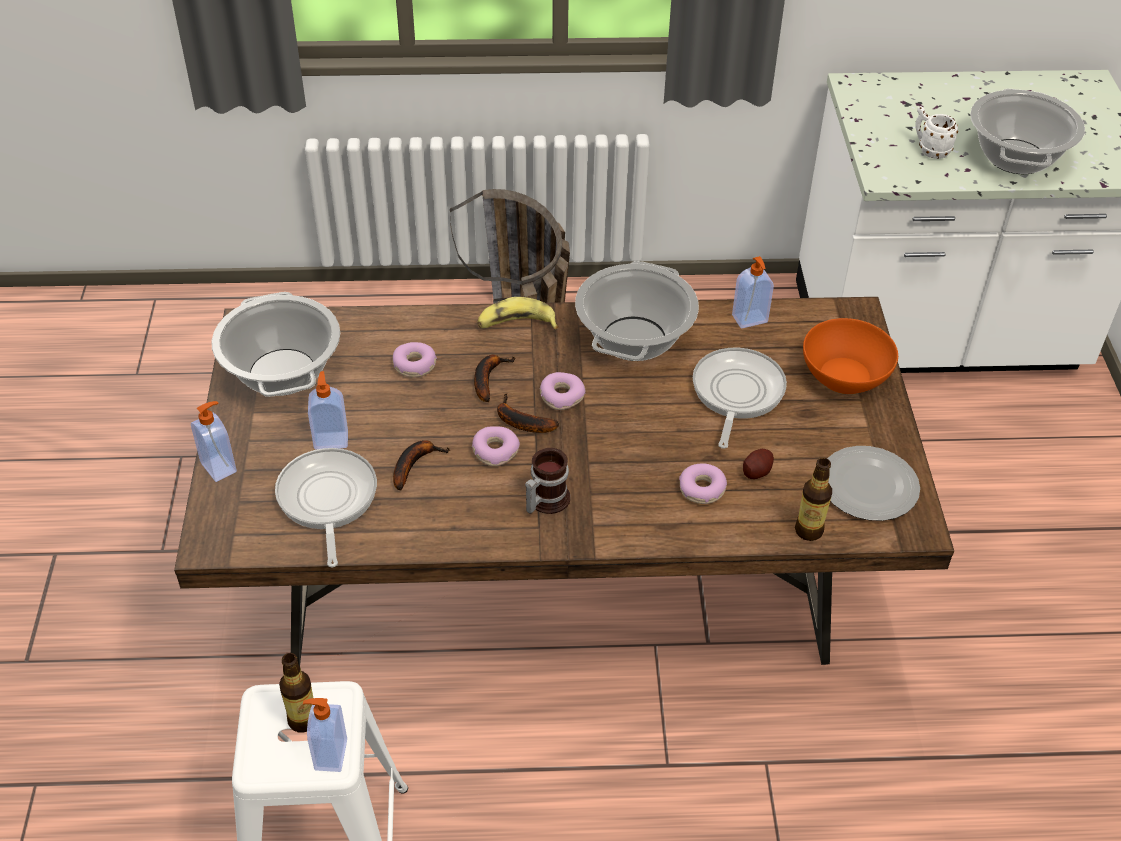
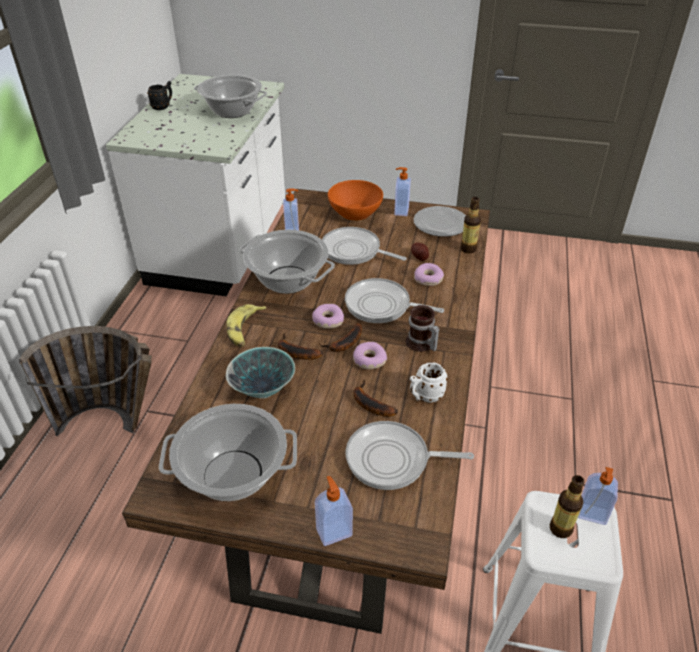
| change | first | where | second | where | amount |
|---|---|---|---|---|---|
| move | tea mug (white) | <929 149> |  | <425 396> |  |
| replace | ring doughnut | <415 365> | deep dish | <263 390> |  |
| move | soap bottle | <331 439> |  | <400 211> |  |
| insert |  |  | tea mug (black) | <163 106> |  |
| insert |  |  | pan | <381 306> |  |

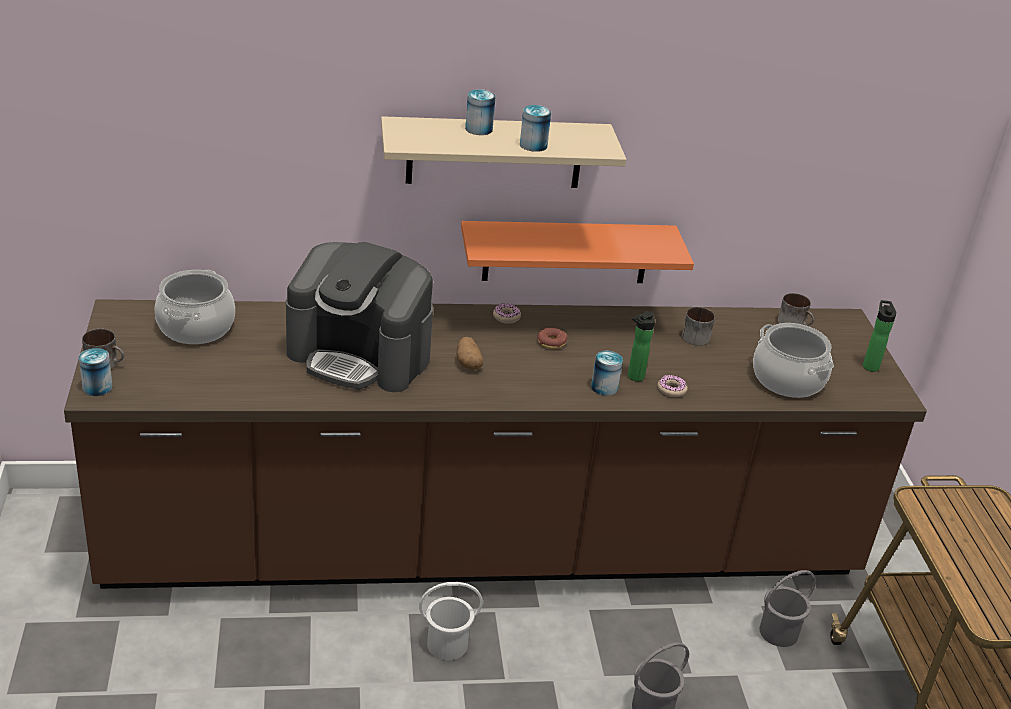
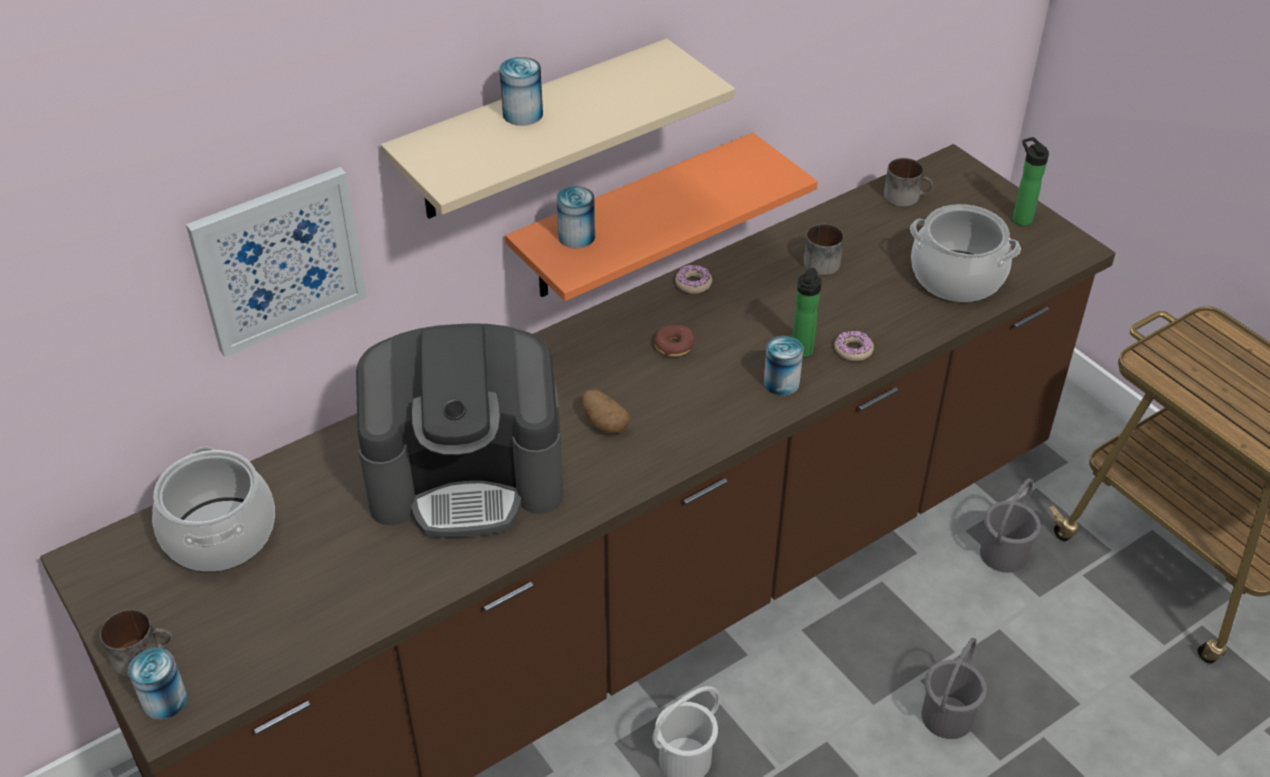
| change | first | where | second | where | amount |
|---|---|---|---|---|---|
| move | can | <533 145> |  | <576 236> |  |
| move | ring doughnut | <506 317> |  | <693 284> |  |
| insert |  |  | wall art | <279 260> |  |

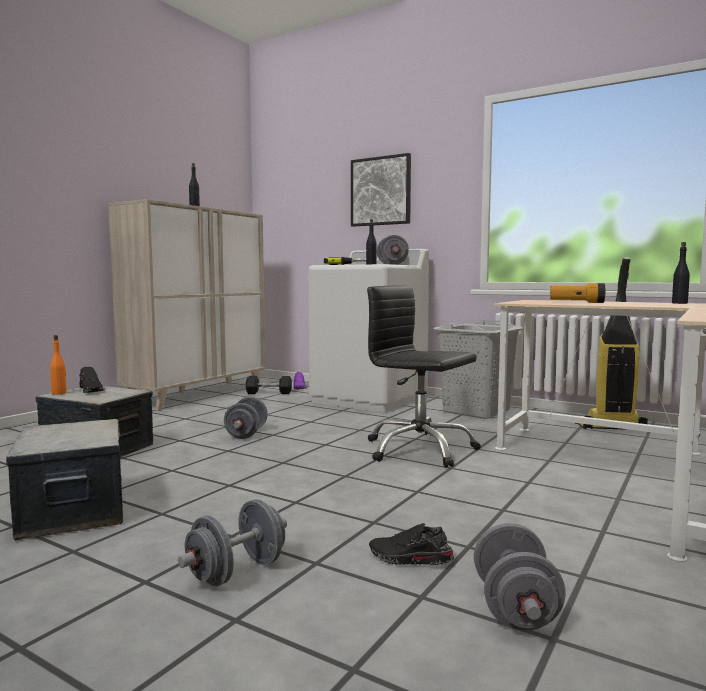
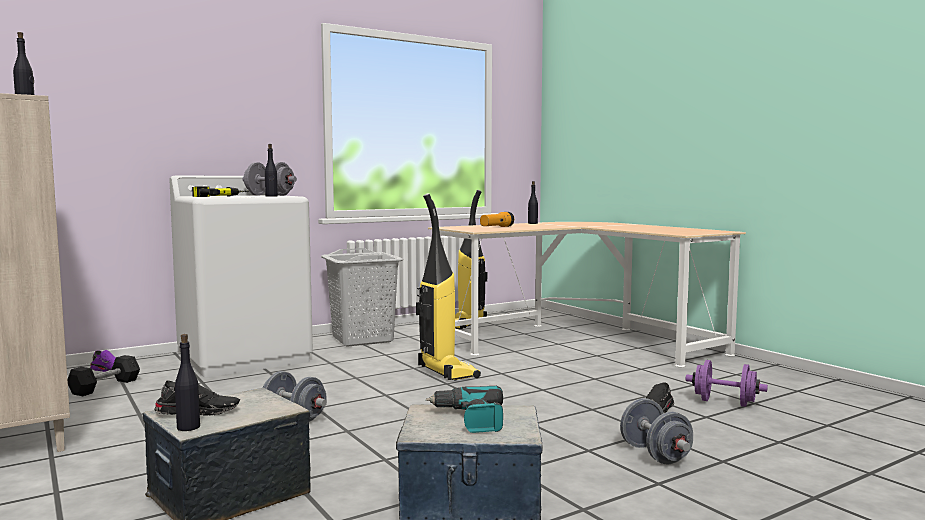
| change | first | where | second | where | amount |
|---|---|---|---|---|---|
| delete | wall art | <381 191> |  |  |  |
| replace | desk chair (black) | <419 449> | hoover | <446 372> |  |
| recolor | bottle (orange) | <59 393> | bottle (black) | <188 427> |  |
| recolor | dumbbell (gray) | <515 608> | dumbbell (purple) | <724 402> |  |
| insert |  |  | drill | <470 419> |  |

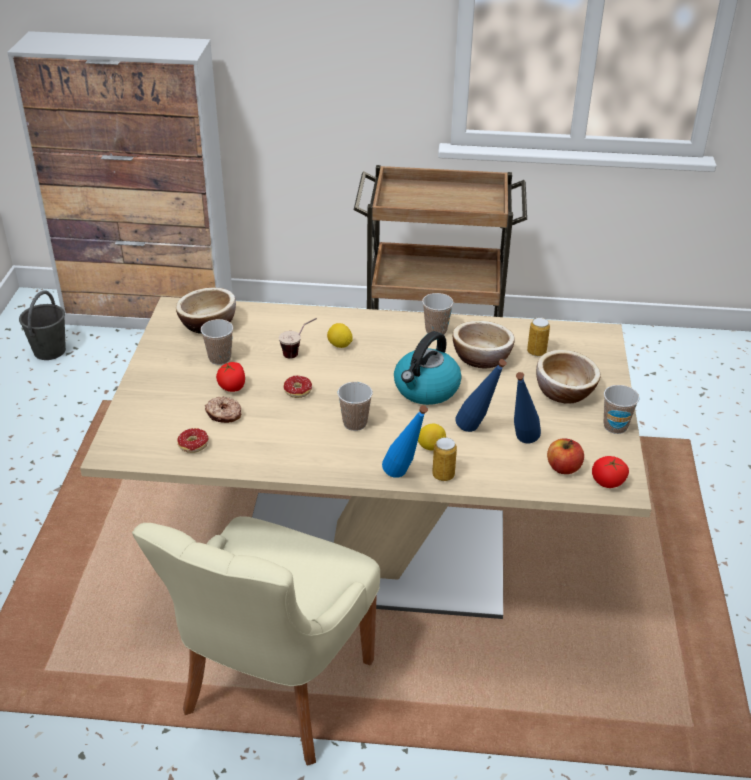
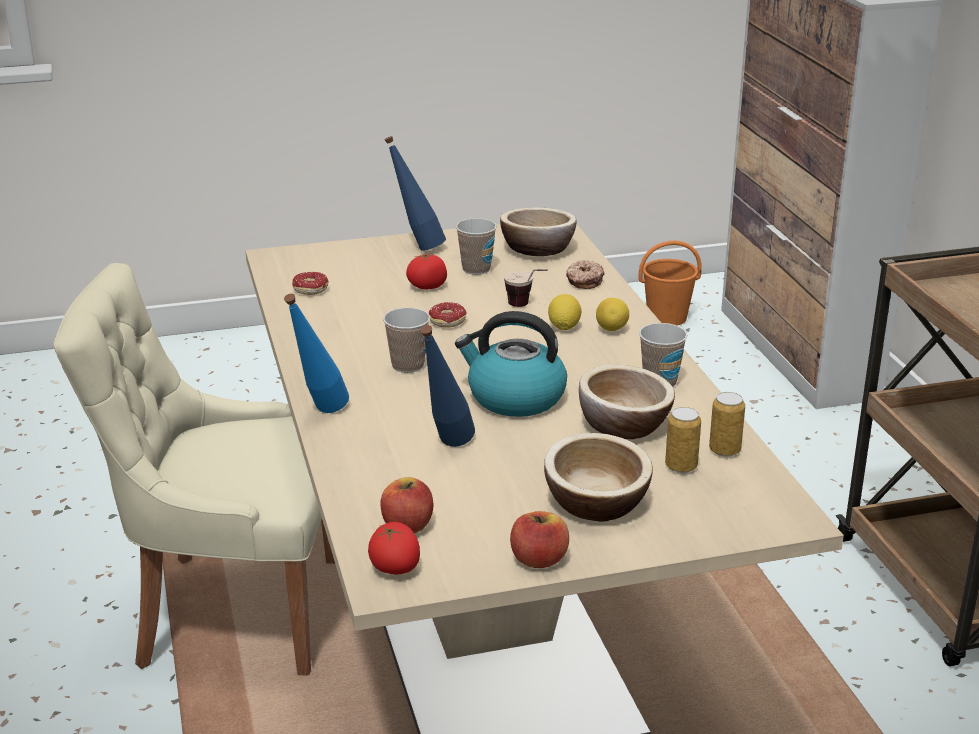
| change | first | where | second | where | amount |
|---|---|---|---|---|---|
| recolor | bucket (gray) | <50 350> | bucket (orange) | <667 318> |  |
| move | bottle (blue) | <521 444> |  | <416 247> |  |
| replace | small cup | <615 426> | apple fruit | <539 559> |  |
| move | ring doughnut | <224 415> |  | <584 281> |  |
| move | whole lemon | <431 447> |  | <612 329> |  |
| move | can | <443 475> |  | <724 450> |  |

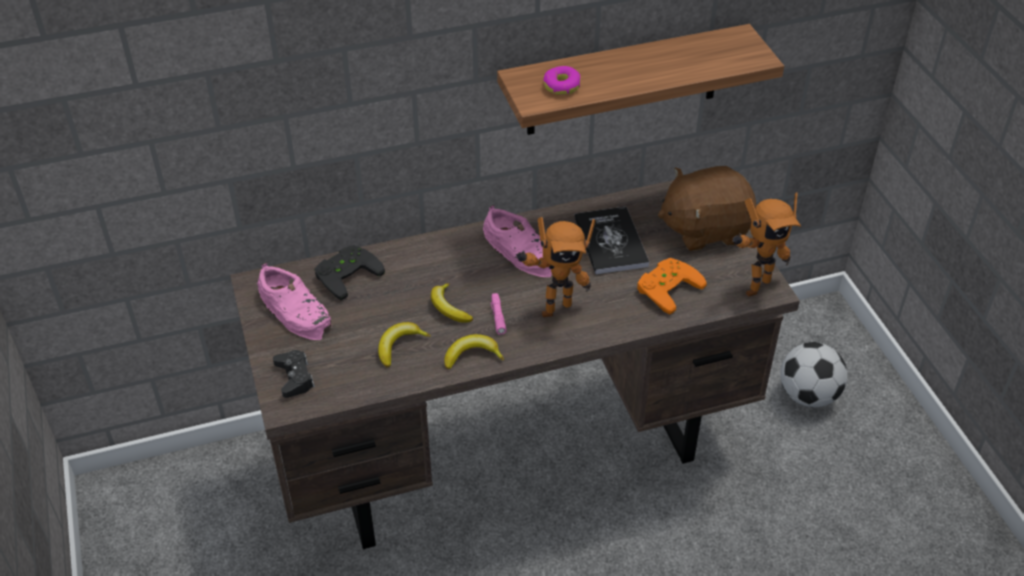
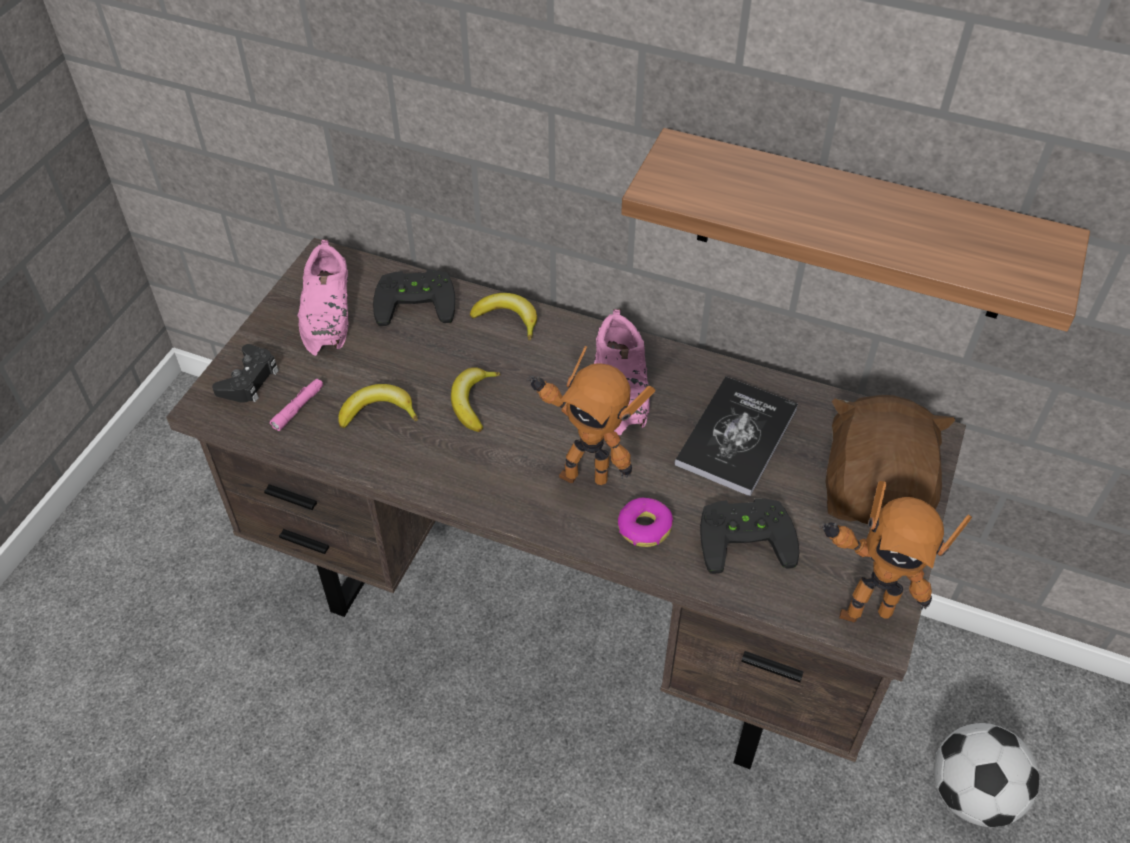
| change | first | where | second | where | amount |
|---|---|---|---|---|---|
| move | ring doughnut | <561 86> |  | <644 527> |  |
| rotate | cuddly toy (brownish) | <705 229> |  | <875 493> | 75 degrees clockwise |
| recolor | joypad (orange) | <666 286> | joypad (black) | <745 535> |  |
| move | hand torch (pink-coloured) | <497 316> |  | <298 408> |  |
| move | whole banana | <472 356> |  | <507 319> |  |

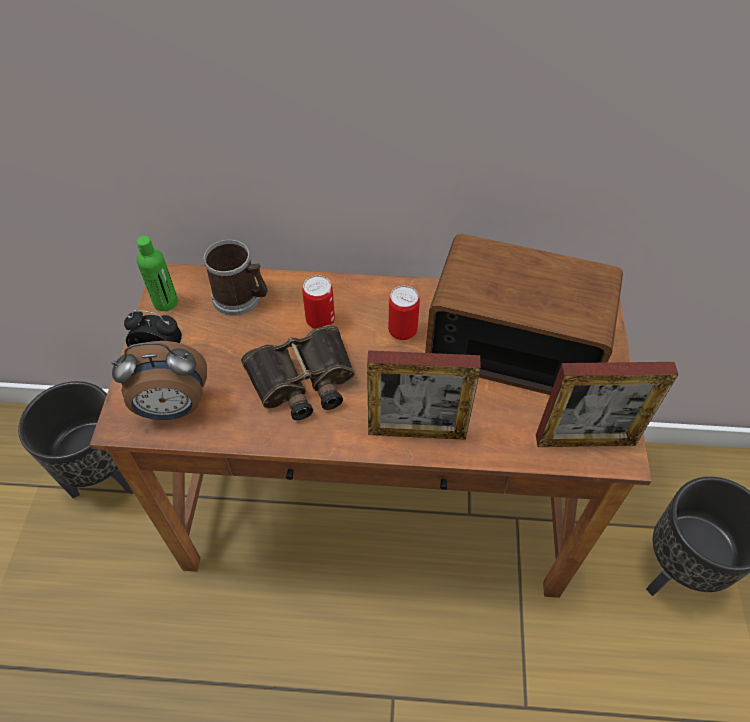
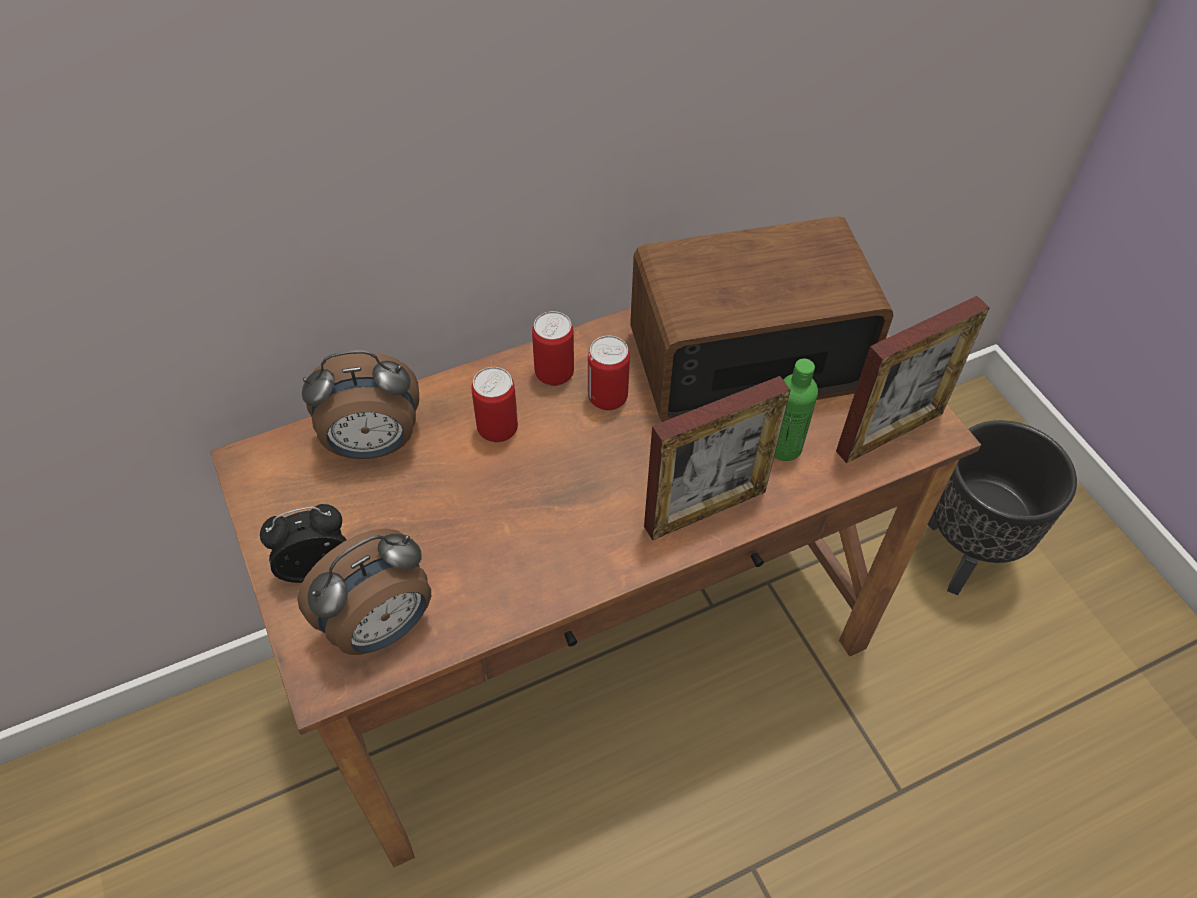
| change | first | where | second | where | amount |
|---|---|---|---|---|---|
| move | bottle (green) | <166 302> |  | <784 447> |  |
| replace | tea mug | <241 298> | bedside clock | <373 445> |  |
| delete | binoculars | <303 381> |  |  |  |
| delete | plant pot (black) | <105 476> |  |  |  |
| insert |  |  | can | <554 373> |  |

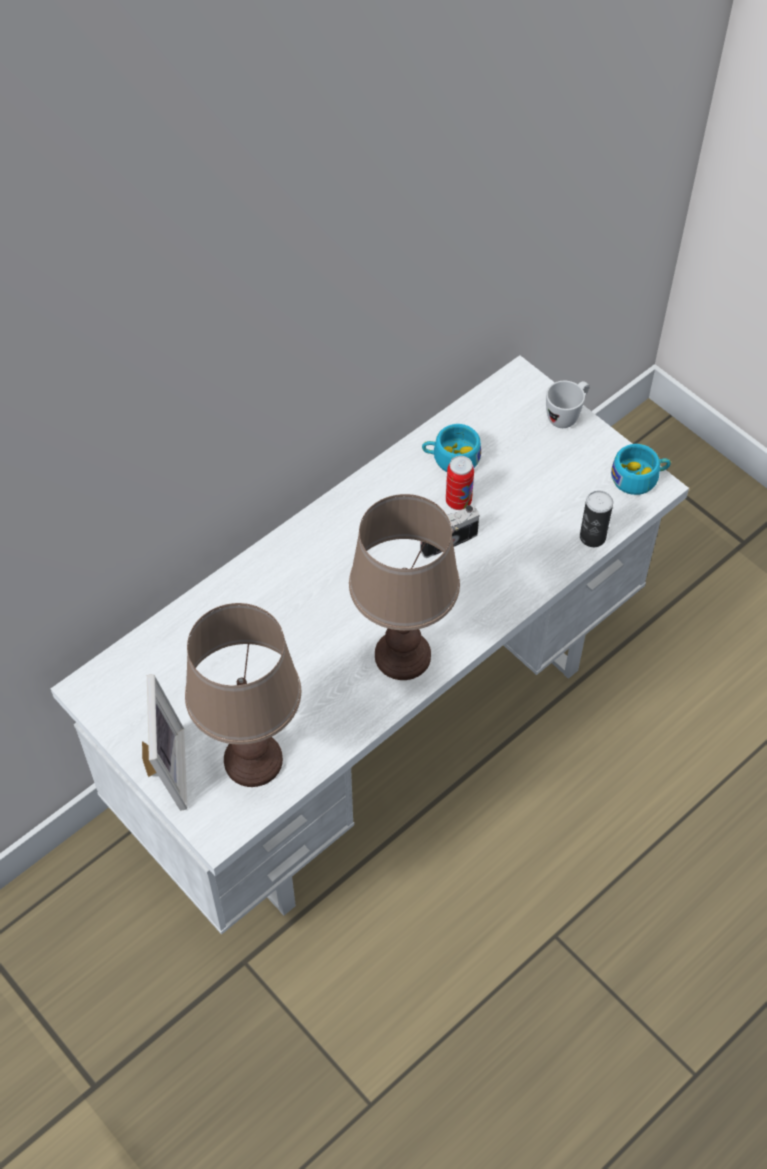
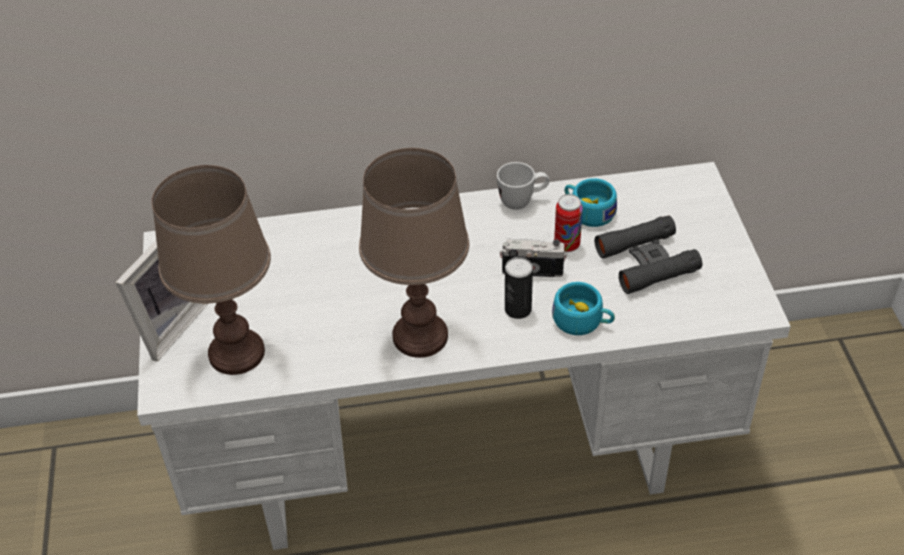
| change | first | where | second | where | amount |
|---|---|---|---|---|---|
| move | tea mug (white) | <566 416> |  | <522 201> |  |
| move | small cup (blue-green) | <639 477> |  | <583 321> |  |
| move | can | <592 537> |  | <518 309> |  |
| insert |  |  | binoculars (black) | <647 261> |  |

